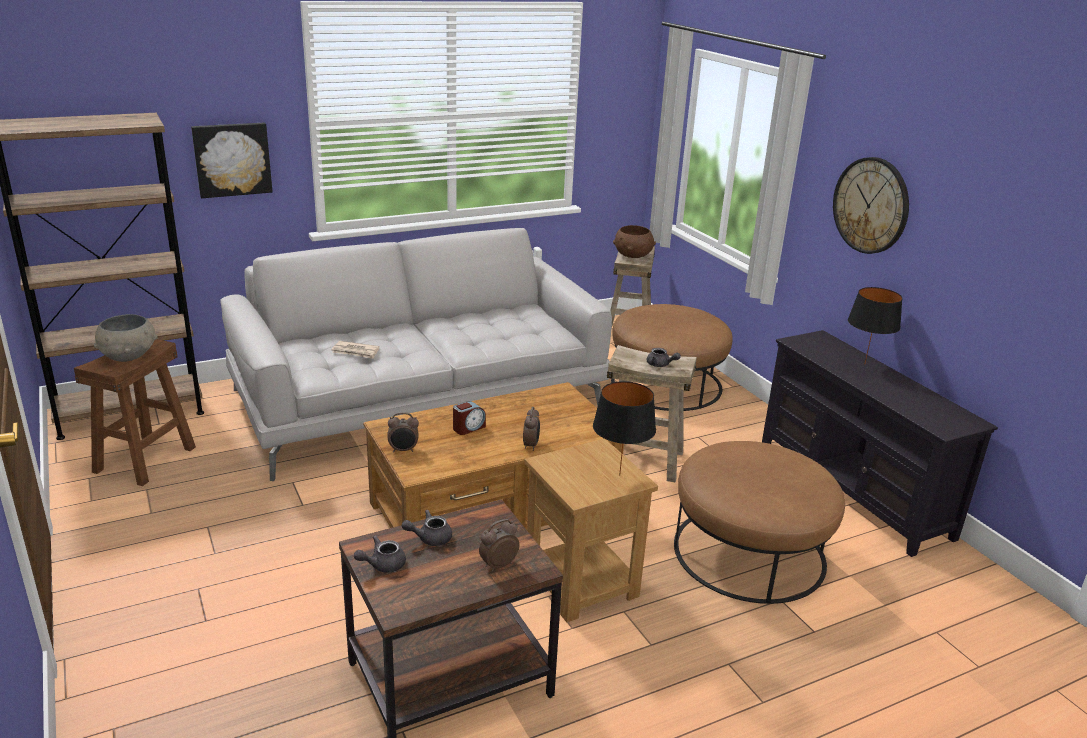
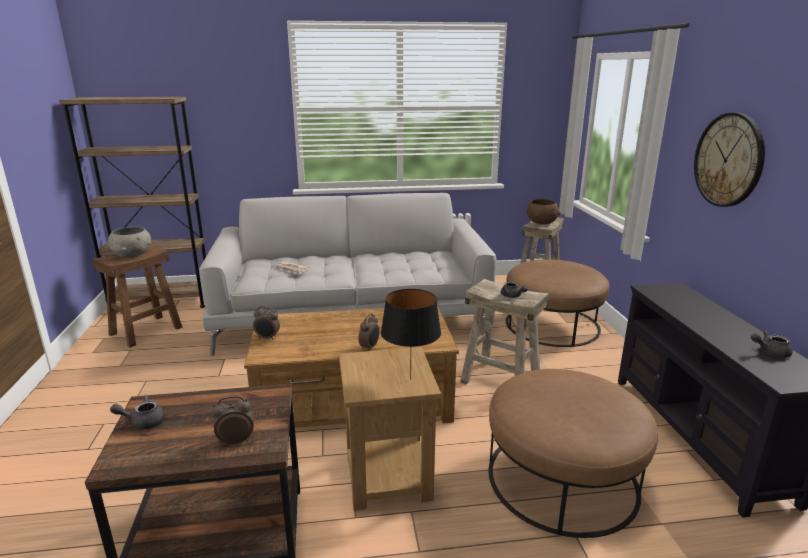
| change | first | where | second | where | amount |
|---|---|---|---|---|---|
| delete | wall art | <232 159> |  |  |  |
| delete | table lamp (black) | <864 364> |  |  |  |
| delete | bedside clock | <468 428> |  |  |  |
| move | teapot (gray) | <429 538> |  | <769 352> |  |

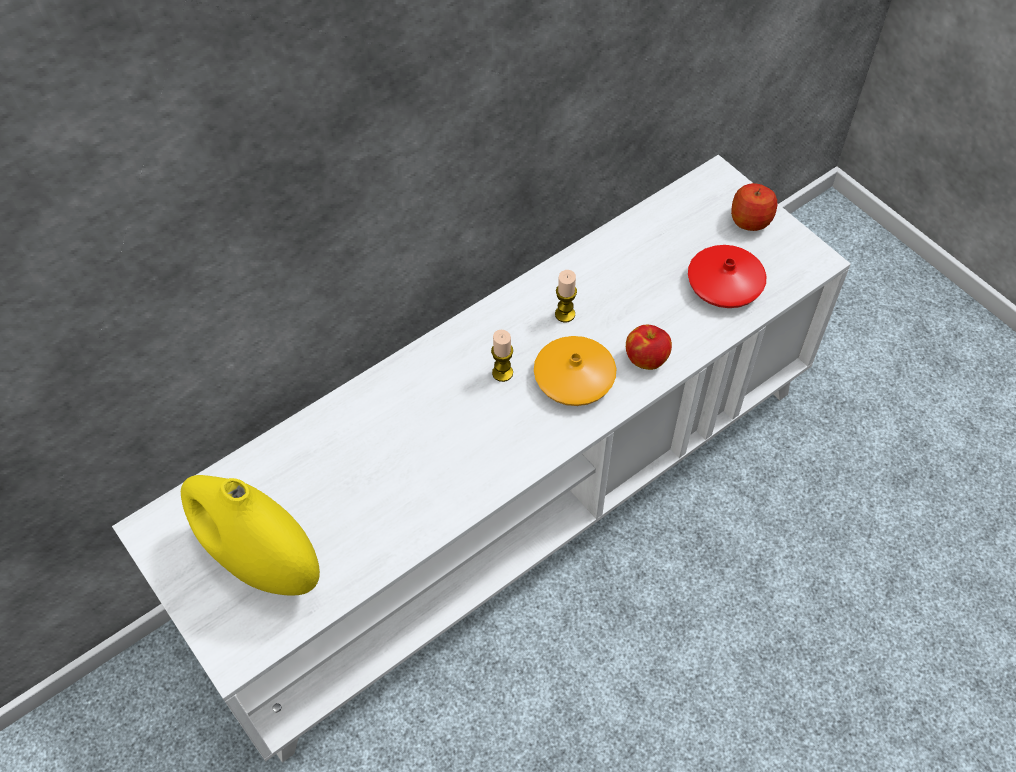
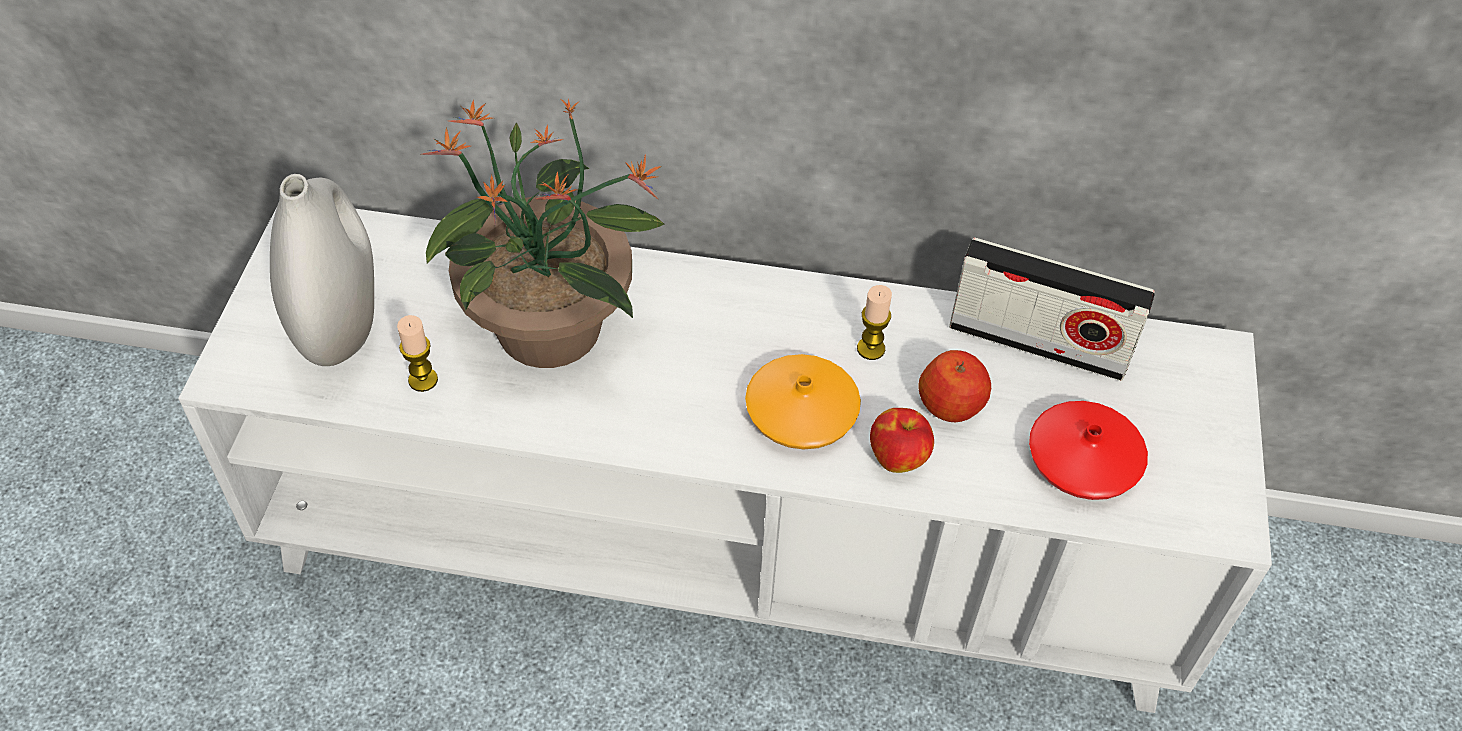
| change | first | where | second | where | amount |
|---|---|---|---|---|---|
| move | apple fruit | <750 220> |  | <951 404> |  |
| move | wax candle | <502 373> |  | <423 380> |  |
| recolor | vase (yellow) | <262 563> | vase (white) | <339 324> |  |
| insert |  |  | potted plant | <551 330> |  |
| insert |  |  | radio | <1038 342> |  |

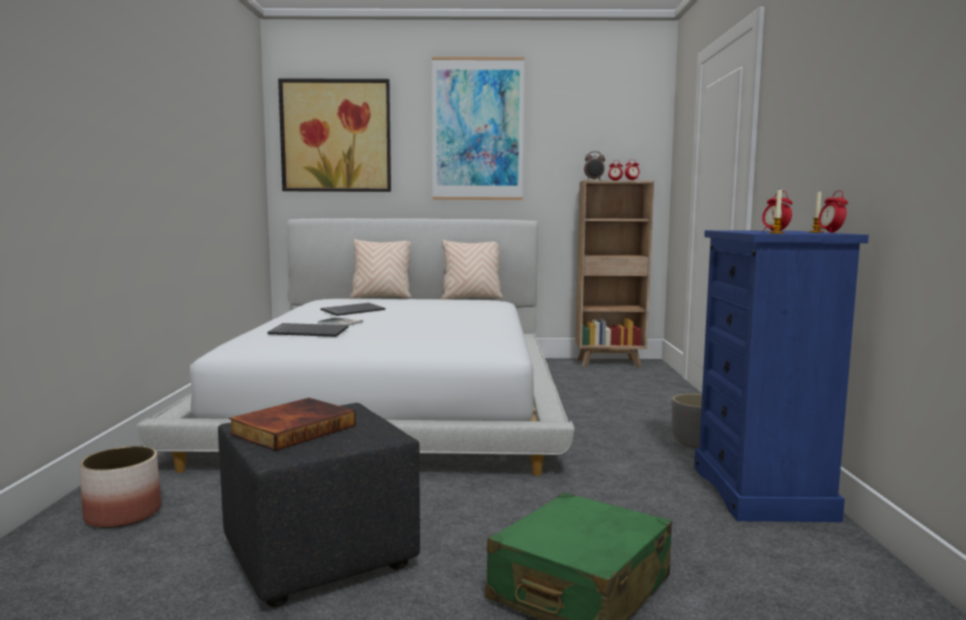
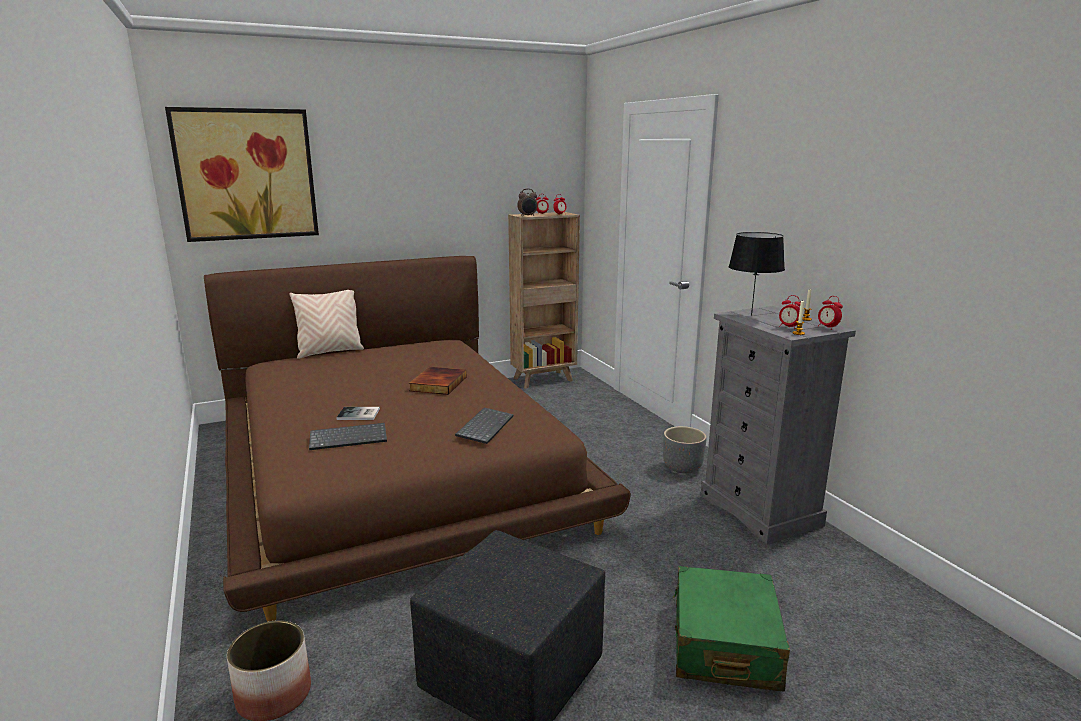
| change | first | where | second | where | amount |
|---|---|---|---|---|---|
| delete | wall art | <477 129> |  |  |  |
| recolor | bedroom bed (white) | <394 400> | bedroom bed (brownish) | <395 467> |  |
| recolor | chest of drawers (blue) | <762 492> | chest of drawers (gray) | <760 510> |  |
| delete | cushion (beige) | <471 298> |  |  |  |
| move | PC keyboard | <353 311> |  | <484 426> |  |
| move | book | <293 428> |  | <437 383> |  |
| insert |  |  | table lamp (black) | <752 315> |  |

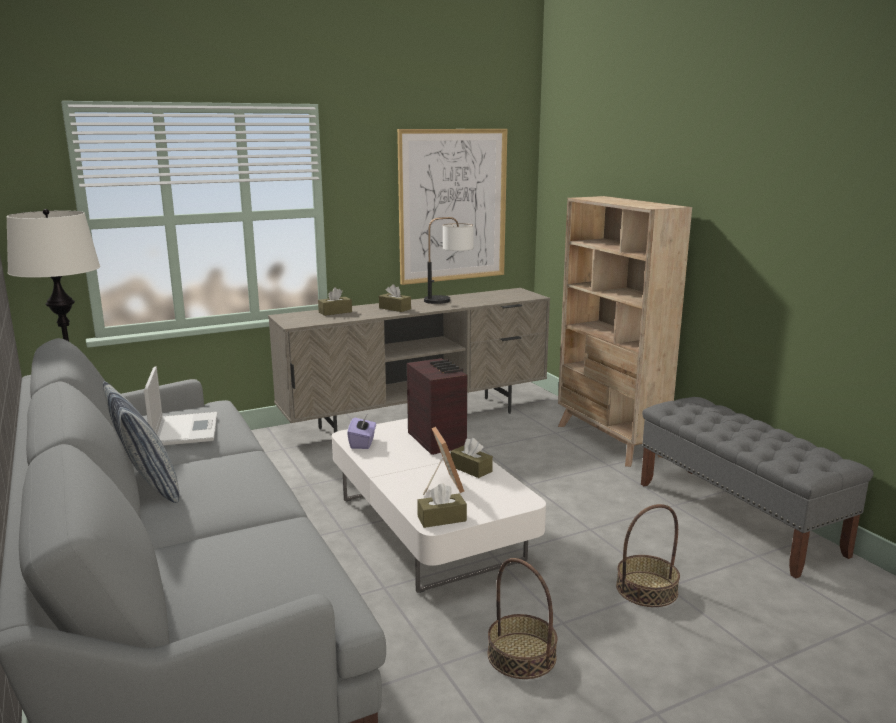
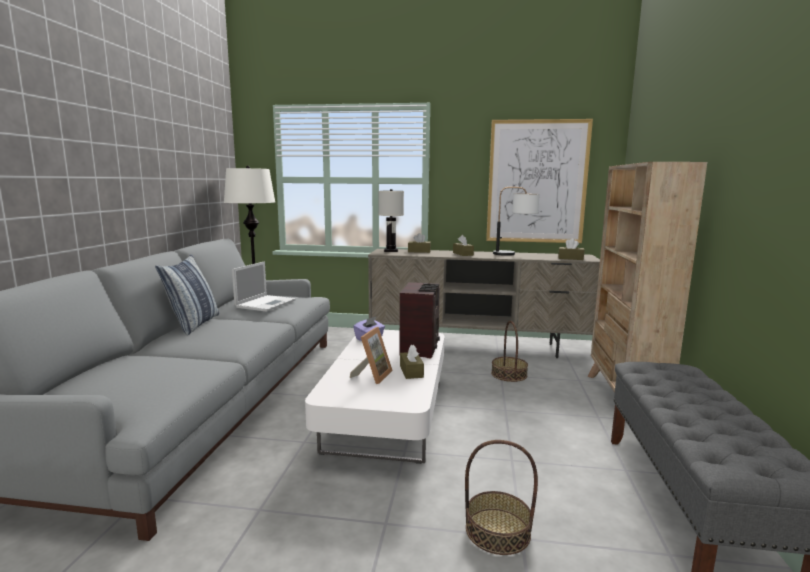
| change | first | where | second | where | amount |
|---|---|---|---|---|---|
| move | box of tissues (brownish) | <442 519> |  | <570 258> |  |
| move | household basket | <521 655> |  | <509 374> |  |
| insert |  |  | table lamp (white) | <390 251> |  |

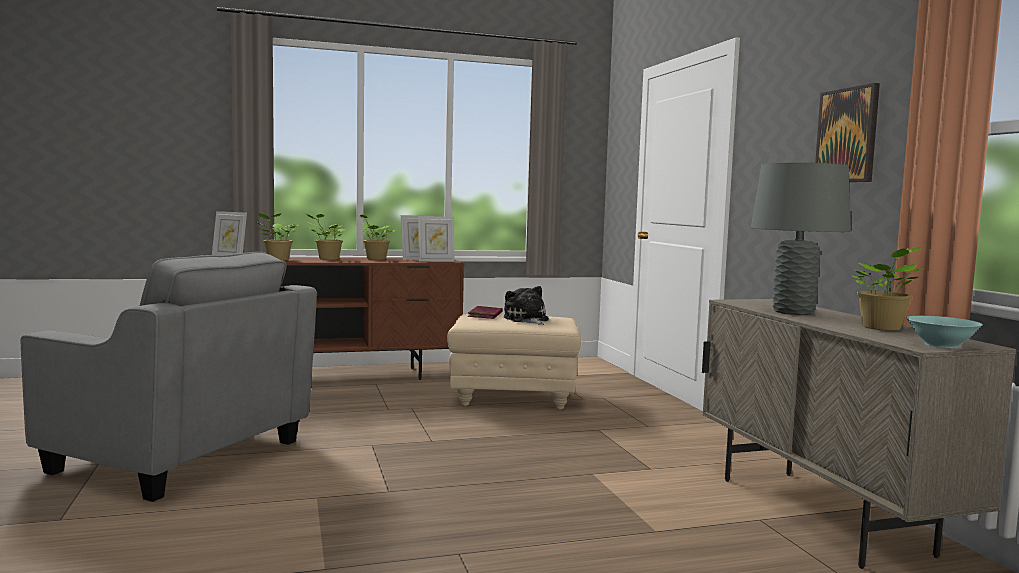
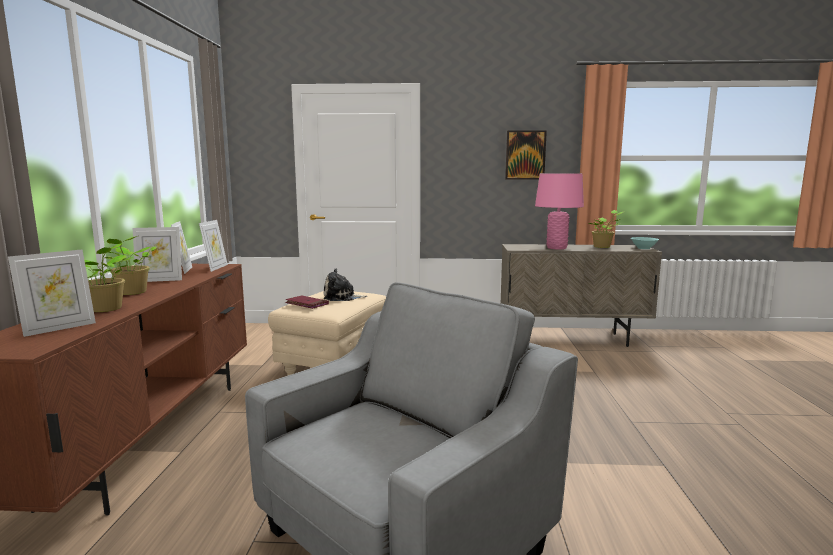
| change | first | where | second | where | amount |
|---|---|---|---|---|---|
| recolor | table lamp (gray) | <793 312> | table lamp (pink-coloured) | <556 248> |  |
| replace | potted plant | <374 259> | photo frame | <160 280> |  |

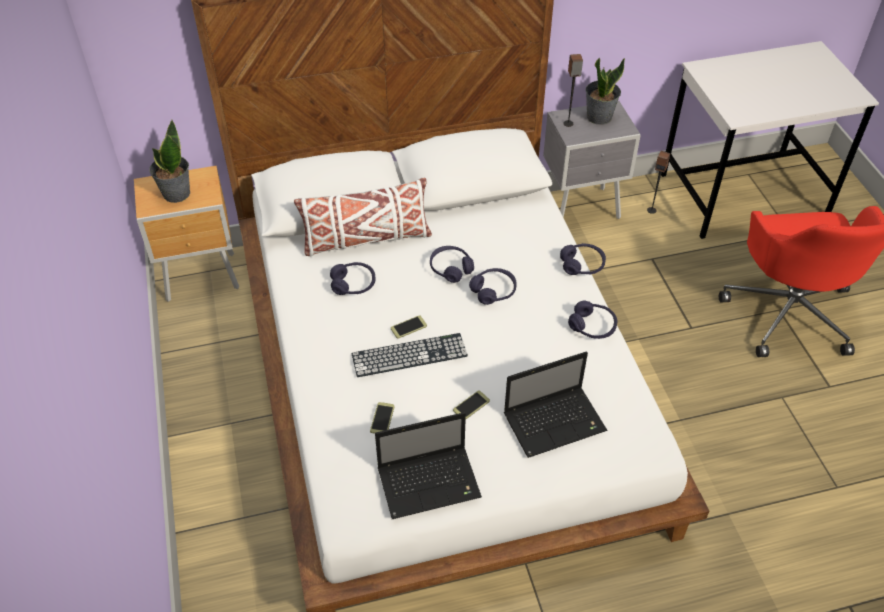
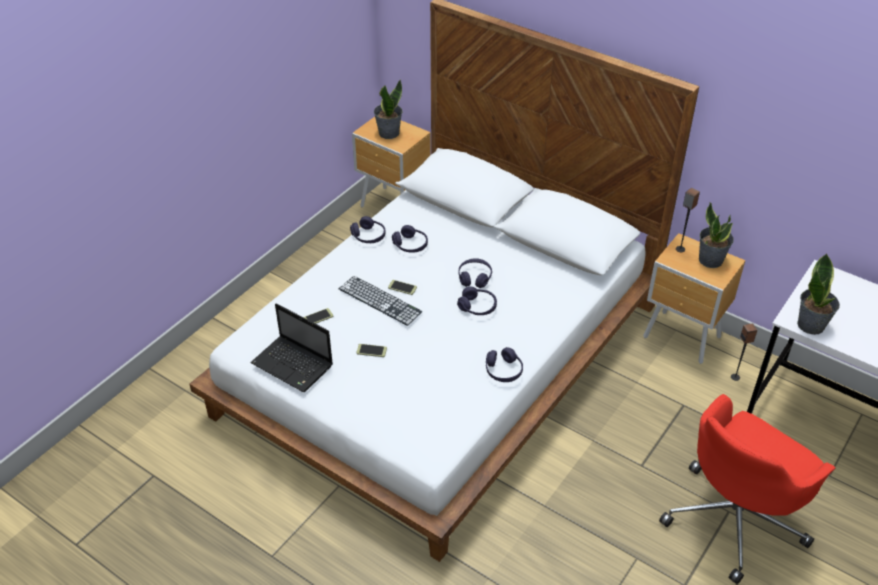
| change | first | where | second | where | amount |
|---|---|---|---|---|---|
| recolor | night table (gray) | <583 209> | night table (brownish) | <682 339> |  |
| delete | cushion (white) | <366 240> |  |  |  |
| move | pair of headphones (purple) | <582 265> |  | <368 236> |  |
| delete | laptop | <556 422> |  |  |  |
| insert |  |  | potted plant | <811 325> |  |

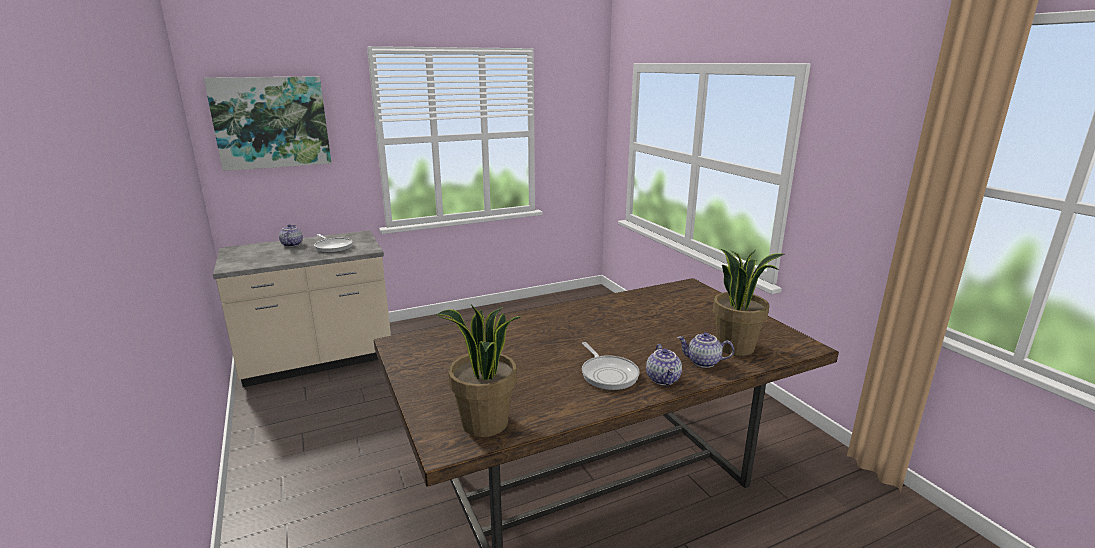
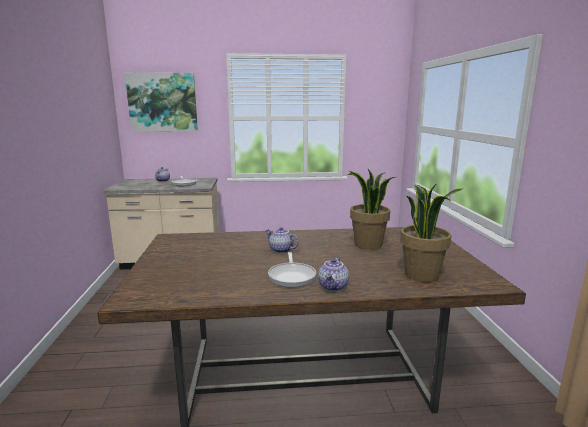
| change | first | where | second | where | amount |
|---|---|---|---|---|---|
| move | potted plant | <484 424> |  | <368 245> |  |
| move | teapot | <703 362> |  | <280 250> |  |

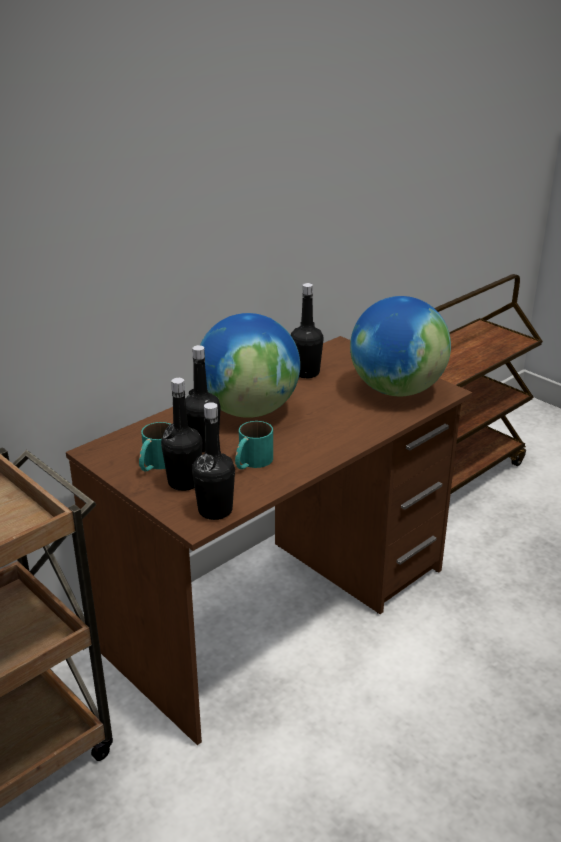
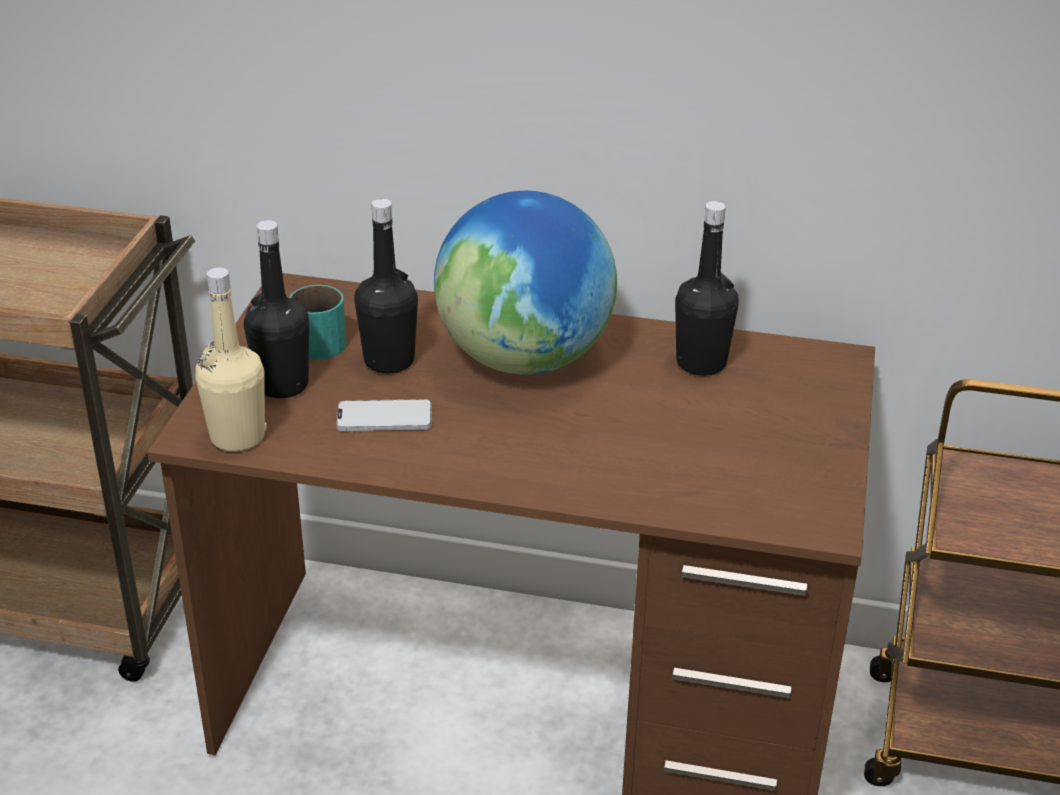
| change | first | where | second | where | amount |
|---|---|---|---|---|---|
| delete | desk globe | <396 390> |  |  |  |
| recolor | bottle (black) | <215 510> | bottle (beige) | <237 437> |  |
| replace | tea mug (blue-green) | <251 462> | handset | <384 417> |  |

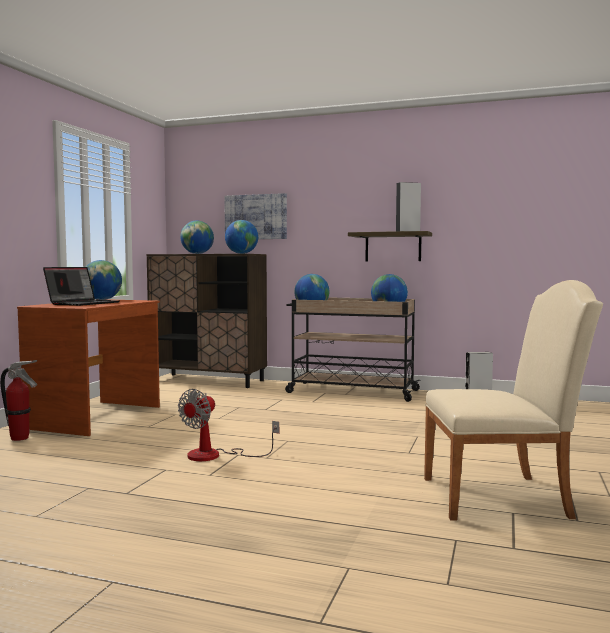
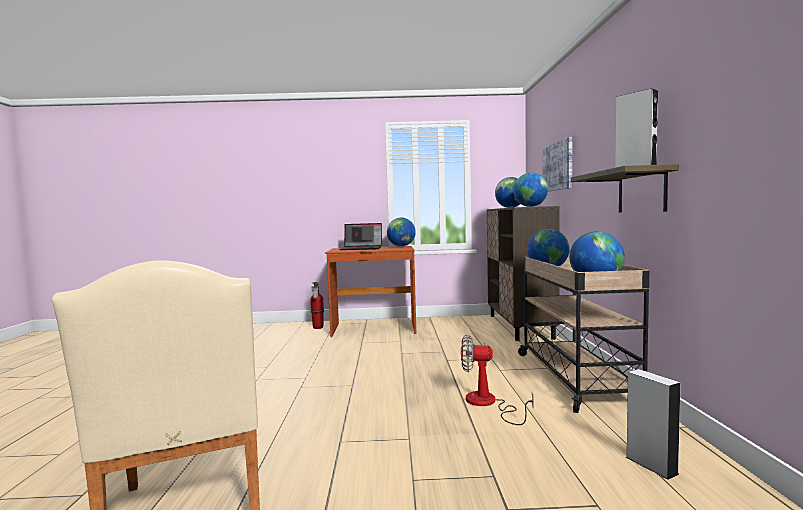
| change | first | where | second | where | amount |
|---|---|---|---|---|---|
| move | fan | <216 455> |  | <487 404> |  |

